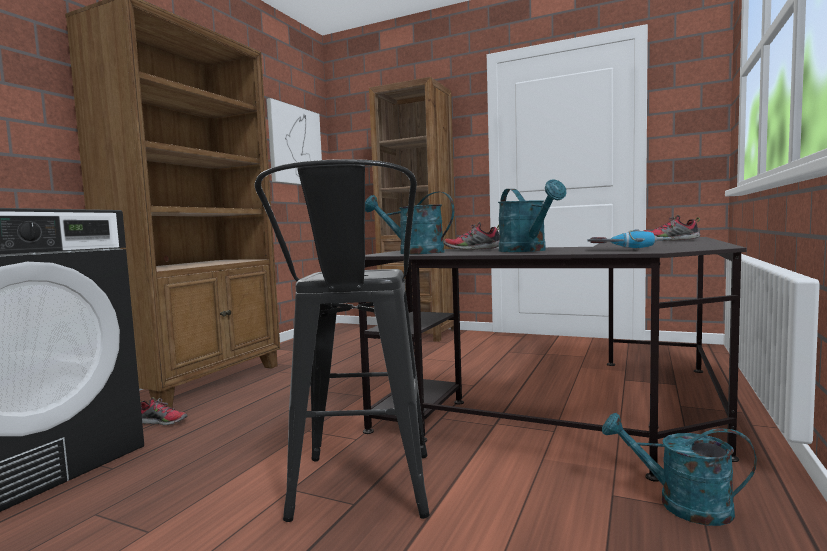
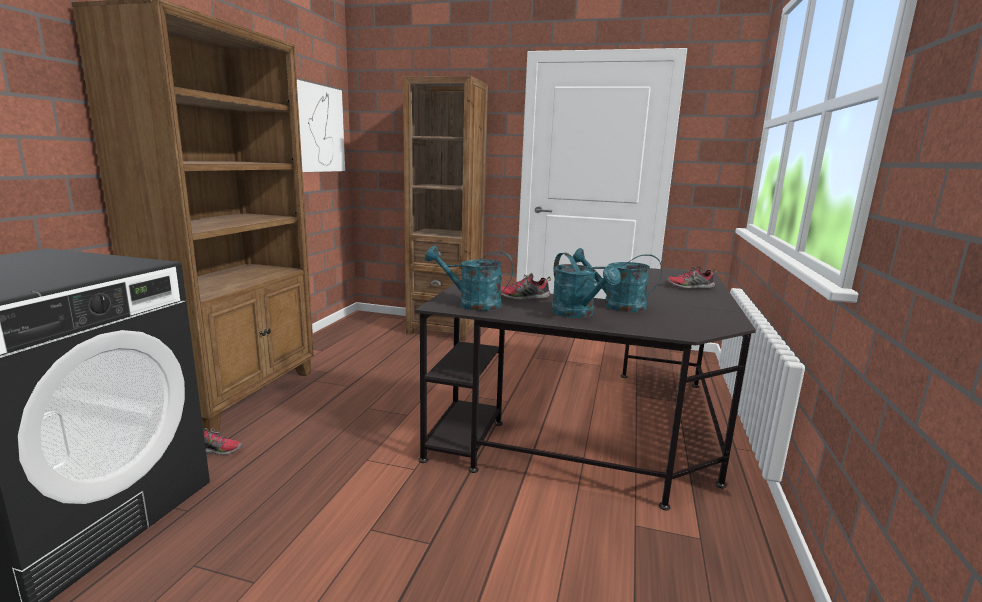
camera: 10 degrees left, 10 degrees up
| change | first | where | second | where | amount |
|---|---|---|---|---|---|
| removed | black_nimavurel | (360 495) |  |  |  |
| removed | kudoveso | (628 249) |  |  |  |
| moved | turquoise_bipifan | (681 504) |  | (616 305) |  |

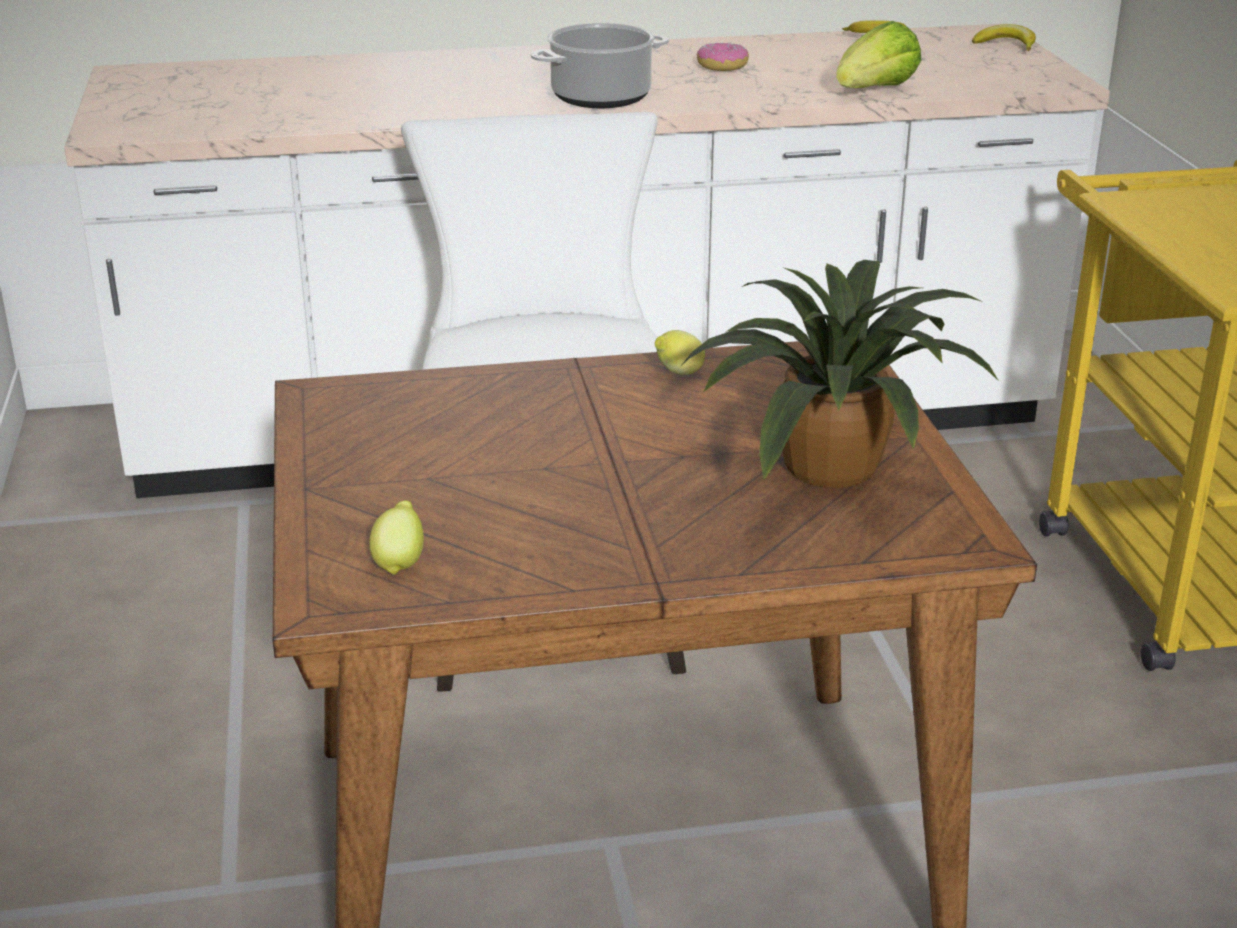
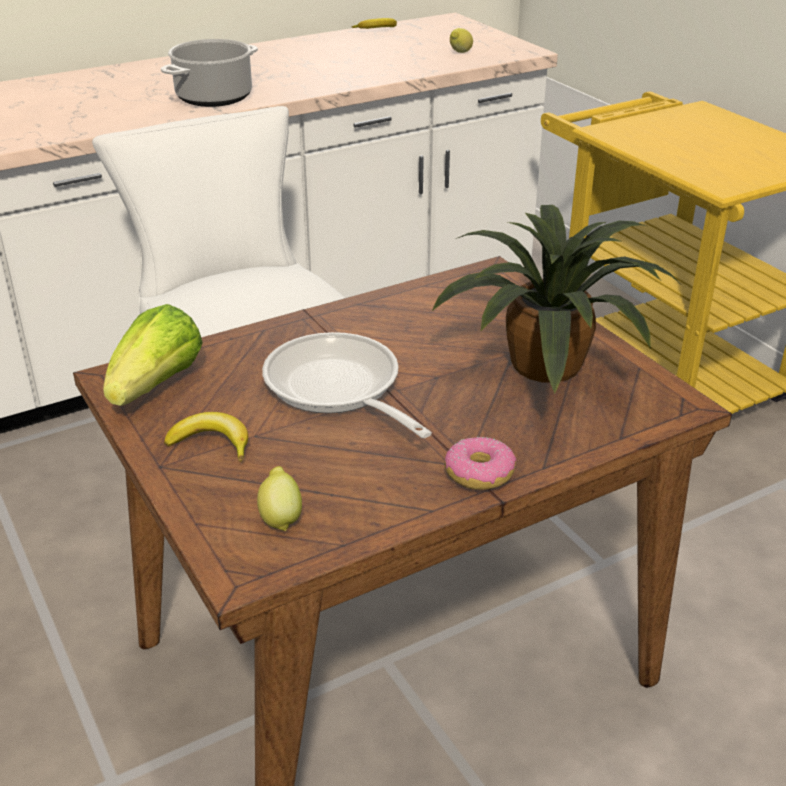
camera: 20 degrees left, 5 degrees up
| change | first | where | second | where | amount |
|---|---|---|---|---|---|
| added |  |  | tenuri | (338 389) |  |
| moved | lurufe | (678 374) |  | (460 53) |  |
| moved | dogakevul | (722 66) |  | (479 473) |  |
| moved | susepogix | (876 91) |  | (157 385) |  |
| moved | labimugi | (1006 45) |  | (212 443) |  |

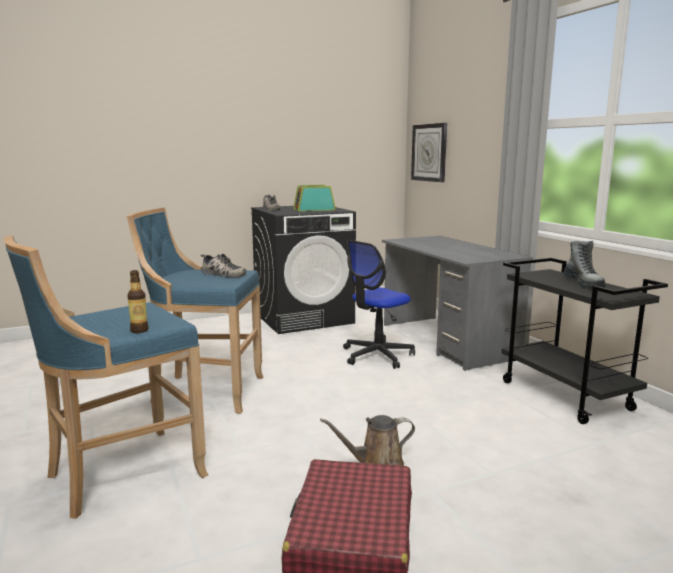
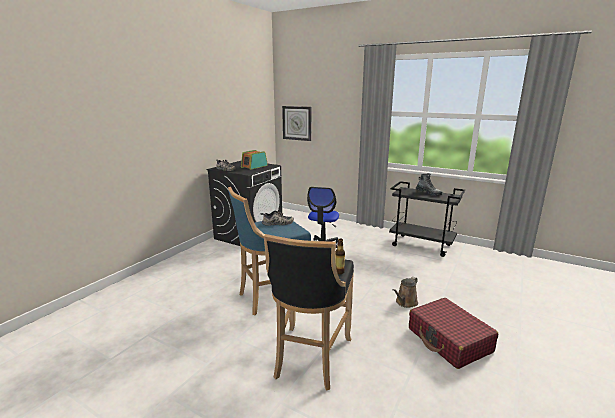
camera: 35 degrees left, 5 degrees up
| change | first | where | second | where | amount |
|---|---|---|---|---|---|
| removed | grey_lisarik | (447 341) |  |  |  |
| recoloured | blue_nimavurel | (120 475) | black_nimavurel | (310 358) |  |

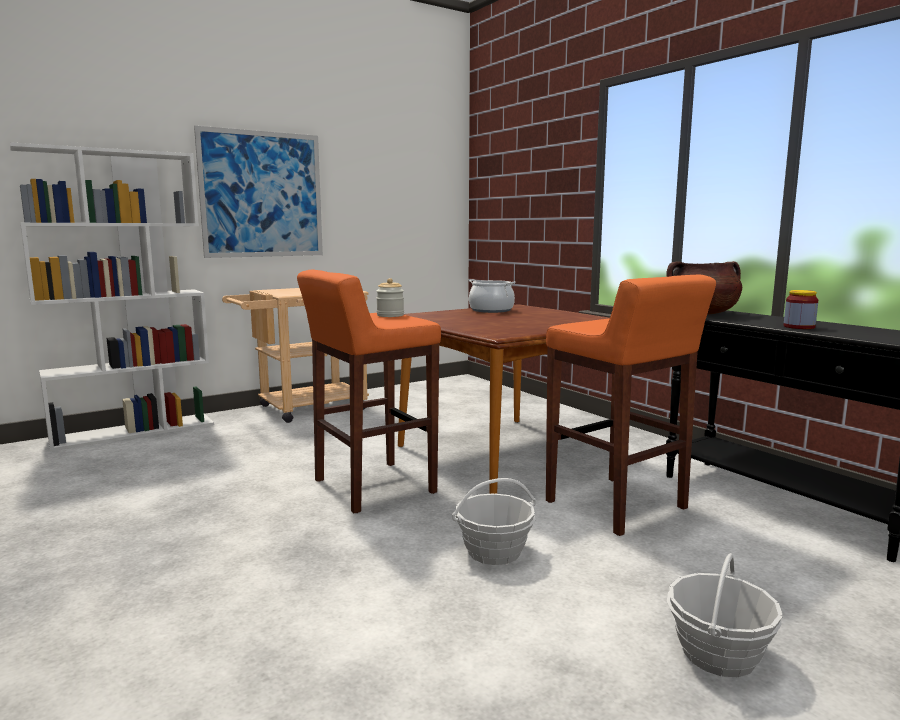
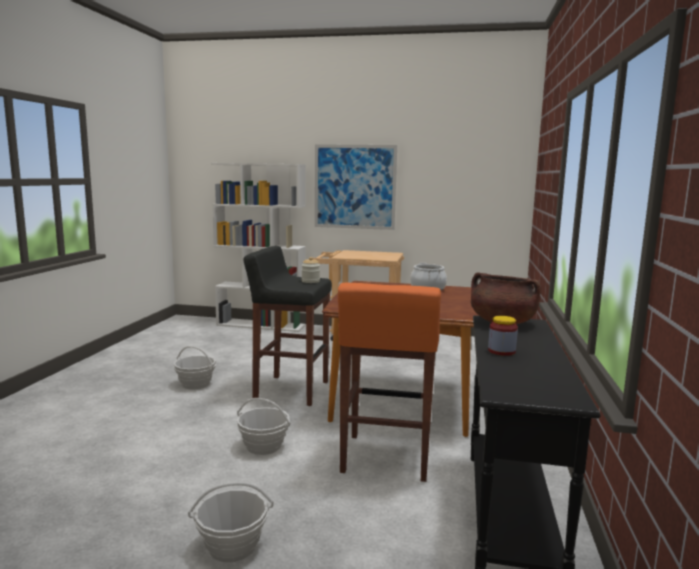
camera: 45 degrees right, 0 degrees up
| change | first | where | second | where | amount |
|---|---|---|---|---|---|
| added |  |  | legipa | (195 384) |  |
| recoloured | orange_nimavurel | (372 487) | black_nimavurel | (290 390) |  |

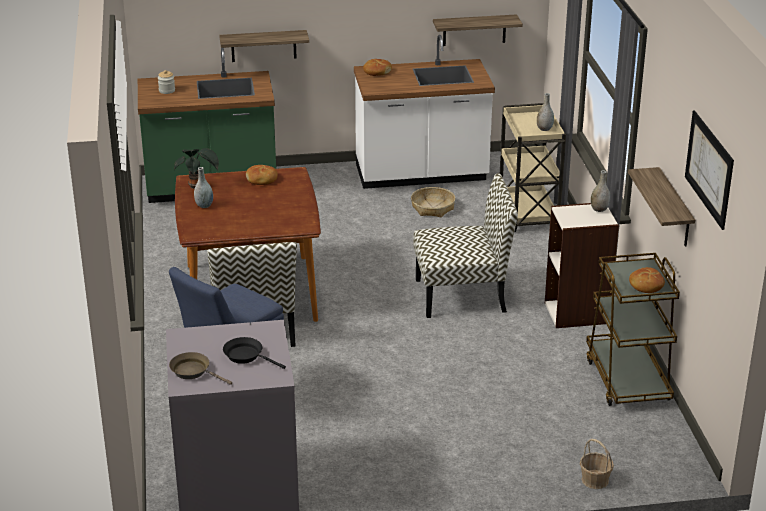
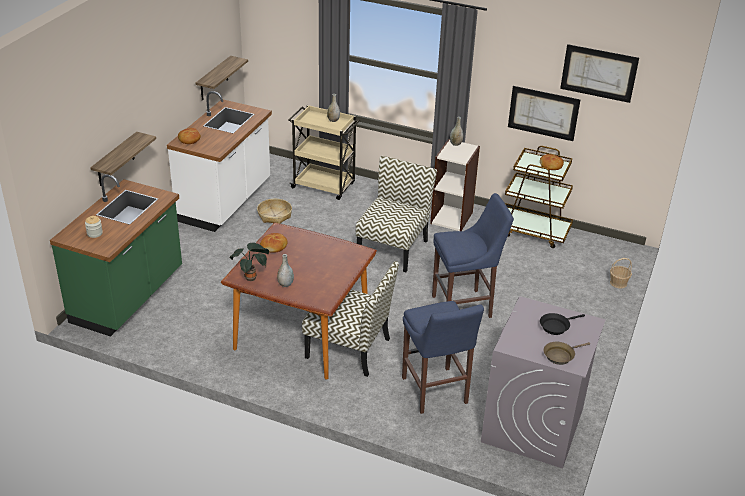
camera: 60 degrees left, 5 degrees up
| change | first | where | second | where | amount |
|---|---|---|---|---|---|
| added |  |  | blue_nimavurel | (465 306) |  |
| replaced | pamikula | (675 209) | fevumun | (543 113) |  |

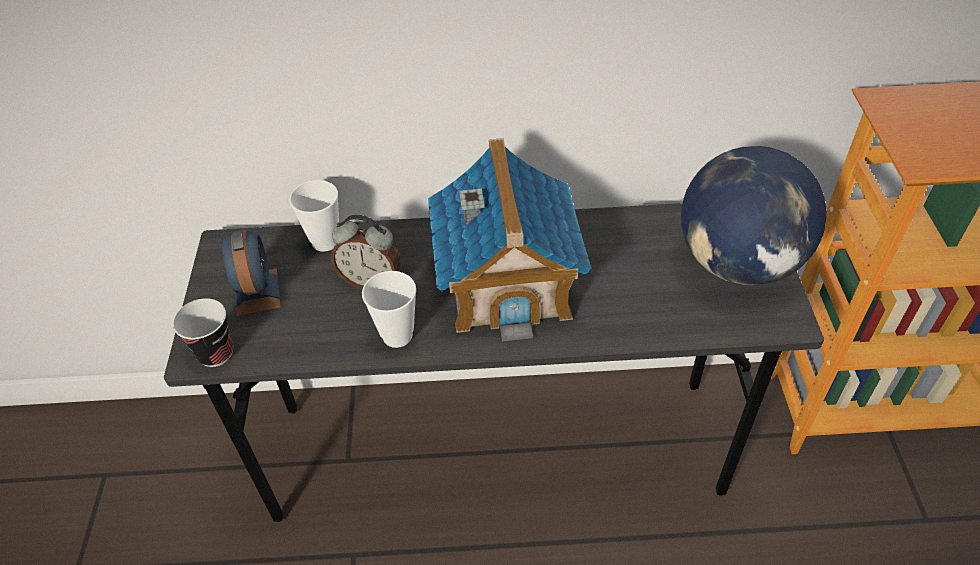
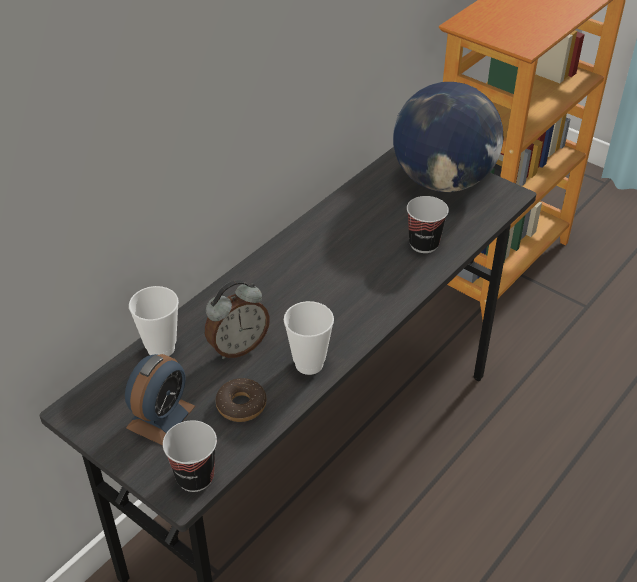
camera: 50 degrees left, 5 degrees down
| change | first | where | second | where | amount |
|---|---|---|---|---|---|
| removed | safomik | (508 282) |  |  |  |
| added |  |  | dogakevul | (241 405) |  |
| added |  |  | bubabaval | (424 244) |  |
| turned | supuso | (257 292) |  | (161 417) | 90 degrees clockwise |

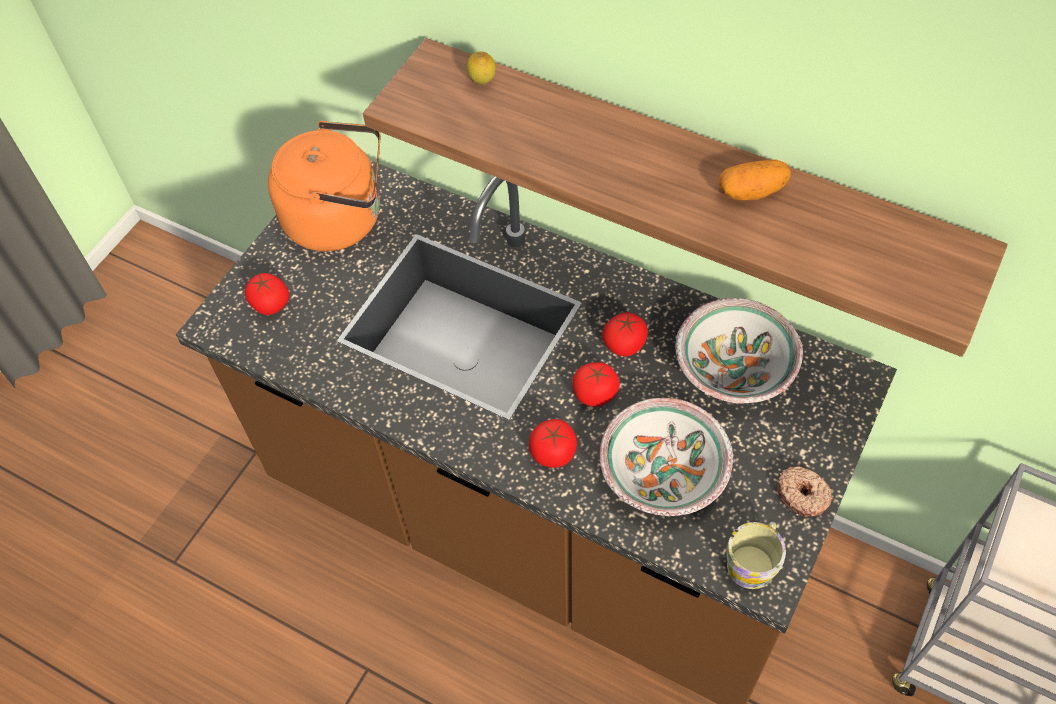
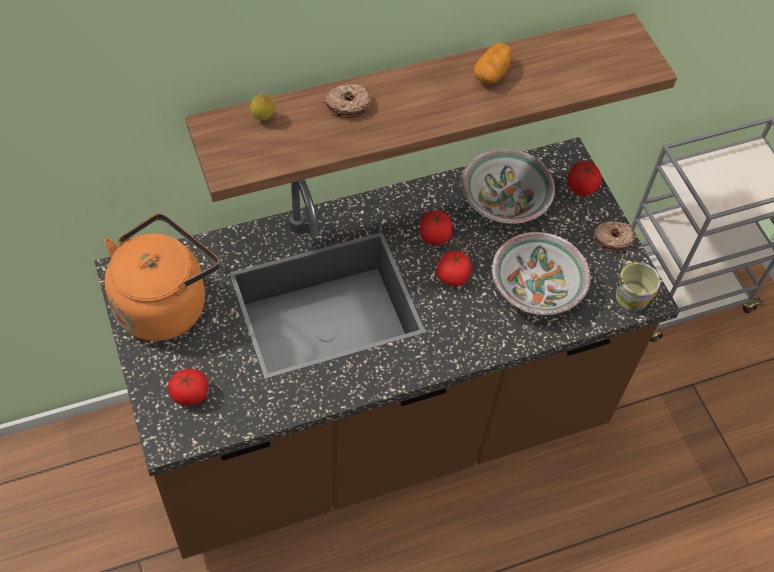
camera: 55 degrees left, 0 degrees up
| change | first | where | second | where | amount |
|---|---|---|---|---|---|
| added |  |  | dogakevul | (348 105) |  |
| moved | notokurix | (553 453) |  | (581 187) |  |

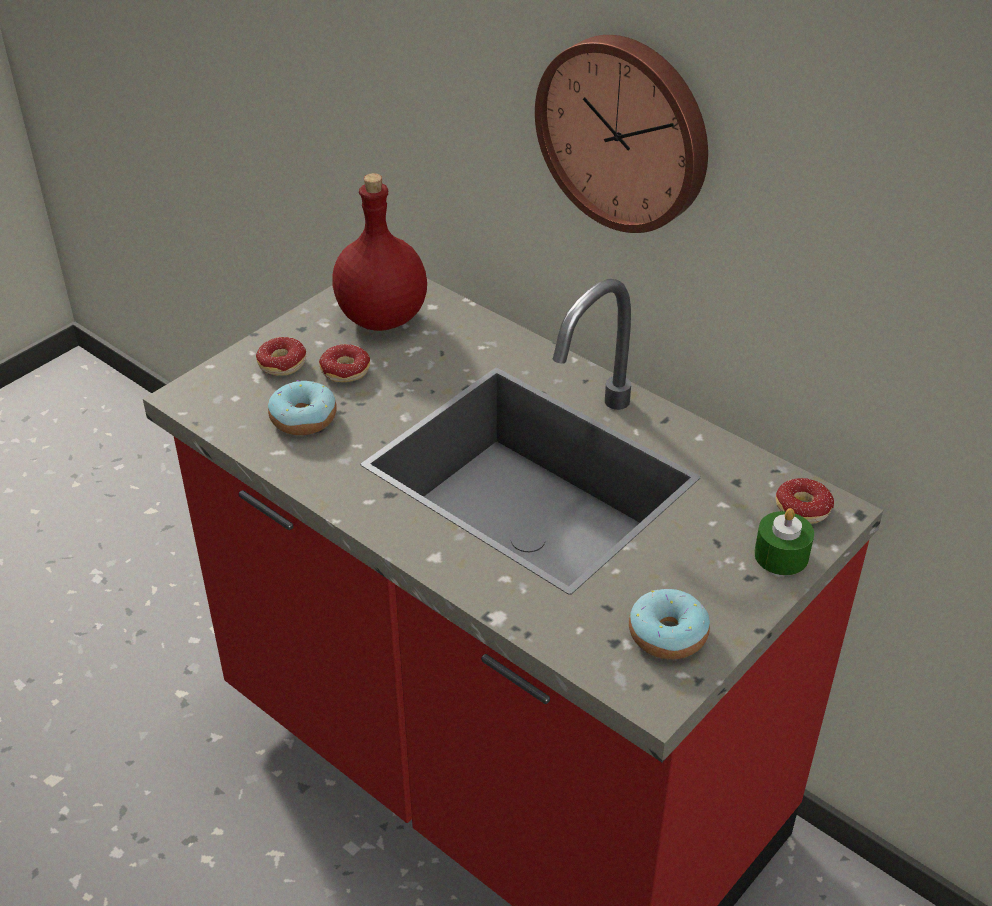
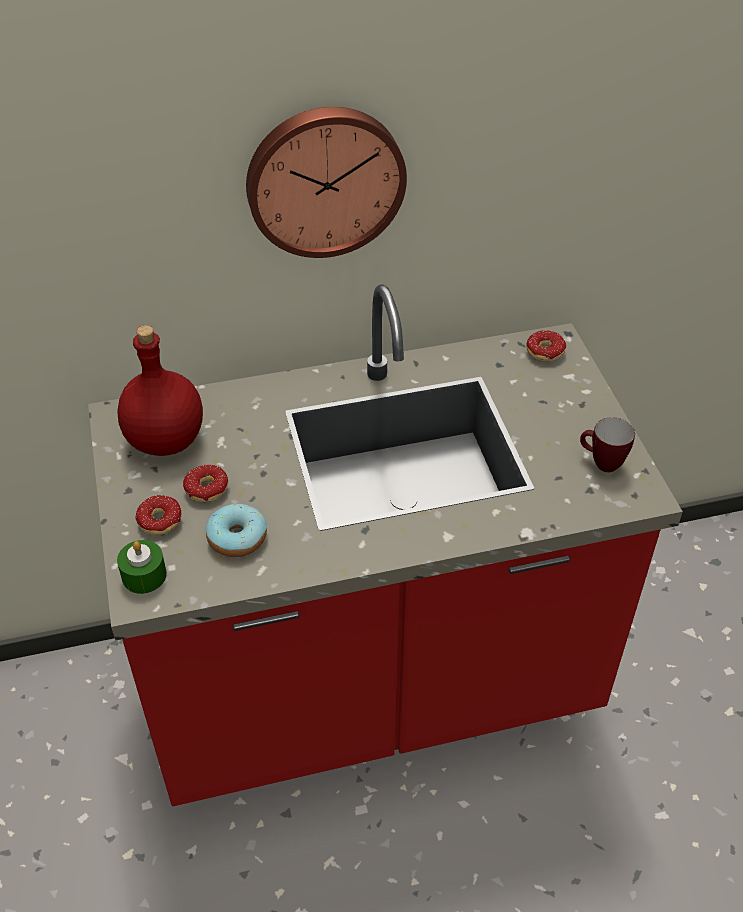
camera: 55 degrees left, 5 degrees up
| change | first | where | second | where | amount |
|---|---|---|---|---|---|
| moved | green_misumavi | (781 555) |  | (144 575) |  |
| replaced | dogakevul | (667 634) | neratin | (600 463) |  |

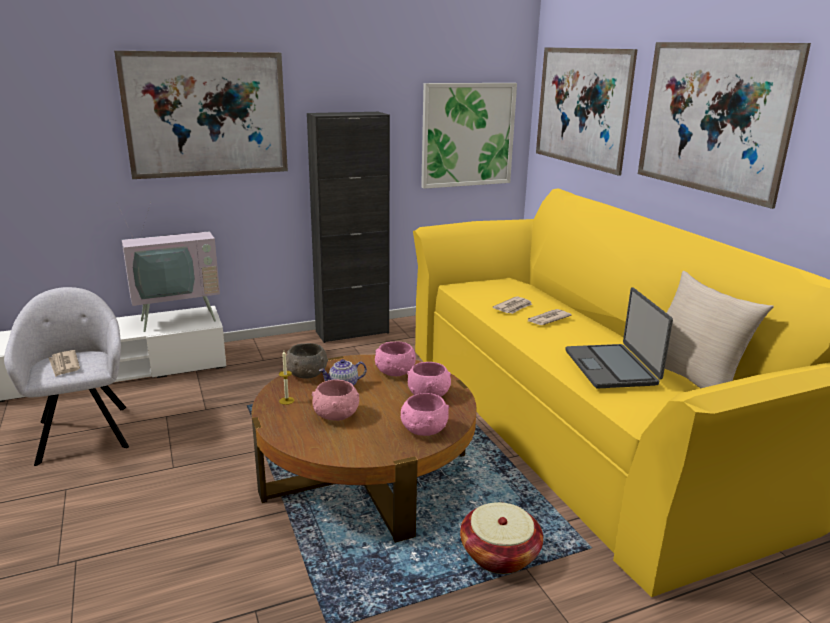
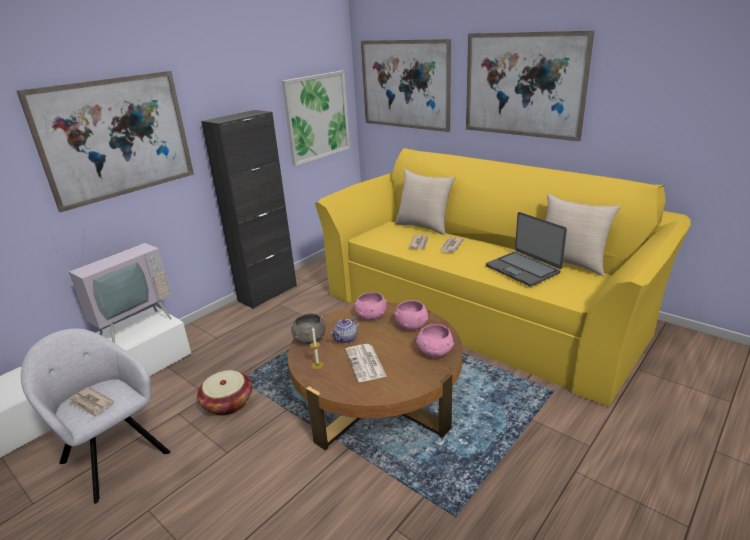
camera: 25 degrees left, 5 degrees up
| change | first | where | second | where | amount |
|---|---|---|---|---|---|
| added |  |  | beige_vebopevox | (424 226) |  |
| moved | legipa | (499 554) |  | (228 403) |  |
| replaced | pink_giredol | (336 415) | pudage | (366 363) |  |

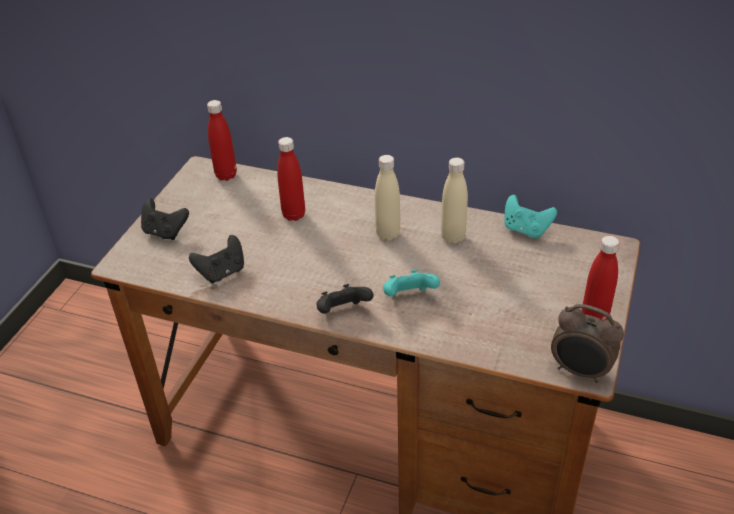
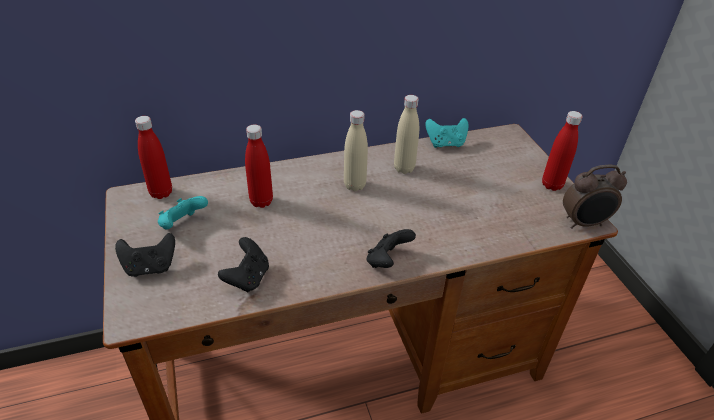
camera: 40 degrees left, 0 degrees up
| change | first | where | second | where | amount |
|---|---|---|---|---|---|
| moved | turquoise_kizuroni | (409 297) |  | (183 225) |  |

